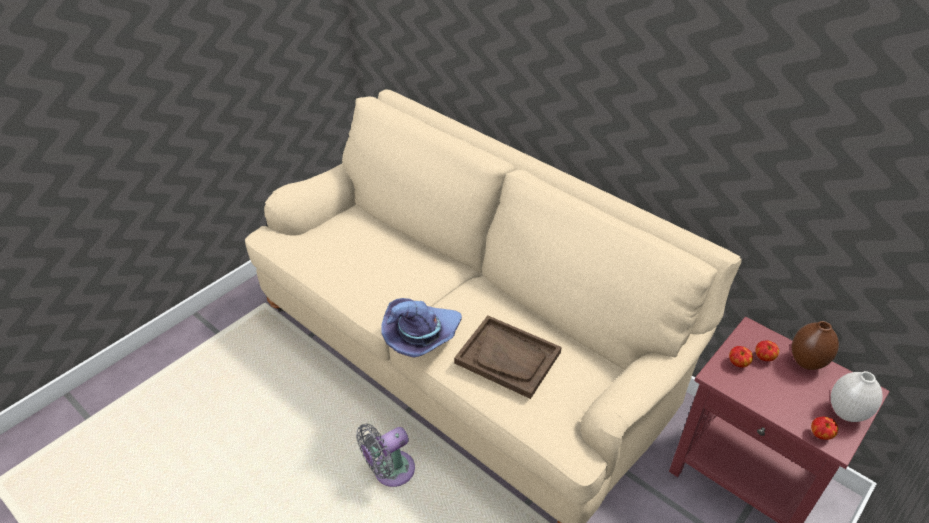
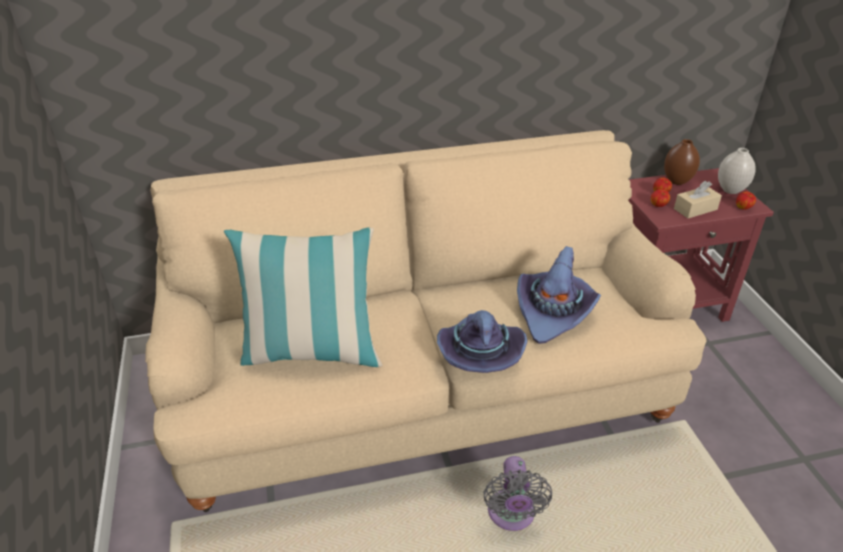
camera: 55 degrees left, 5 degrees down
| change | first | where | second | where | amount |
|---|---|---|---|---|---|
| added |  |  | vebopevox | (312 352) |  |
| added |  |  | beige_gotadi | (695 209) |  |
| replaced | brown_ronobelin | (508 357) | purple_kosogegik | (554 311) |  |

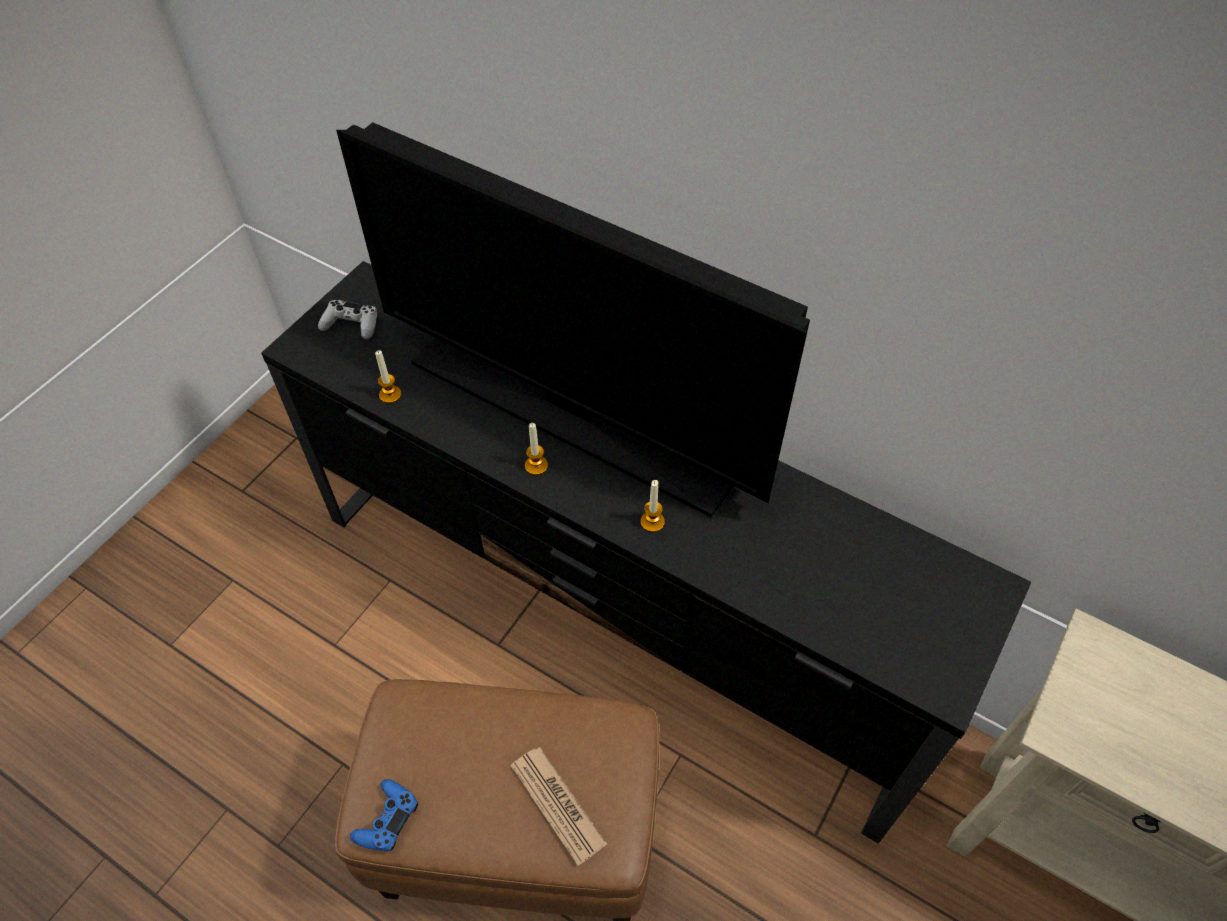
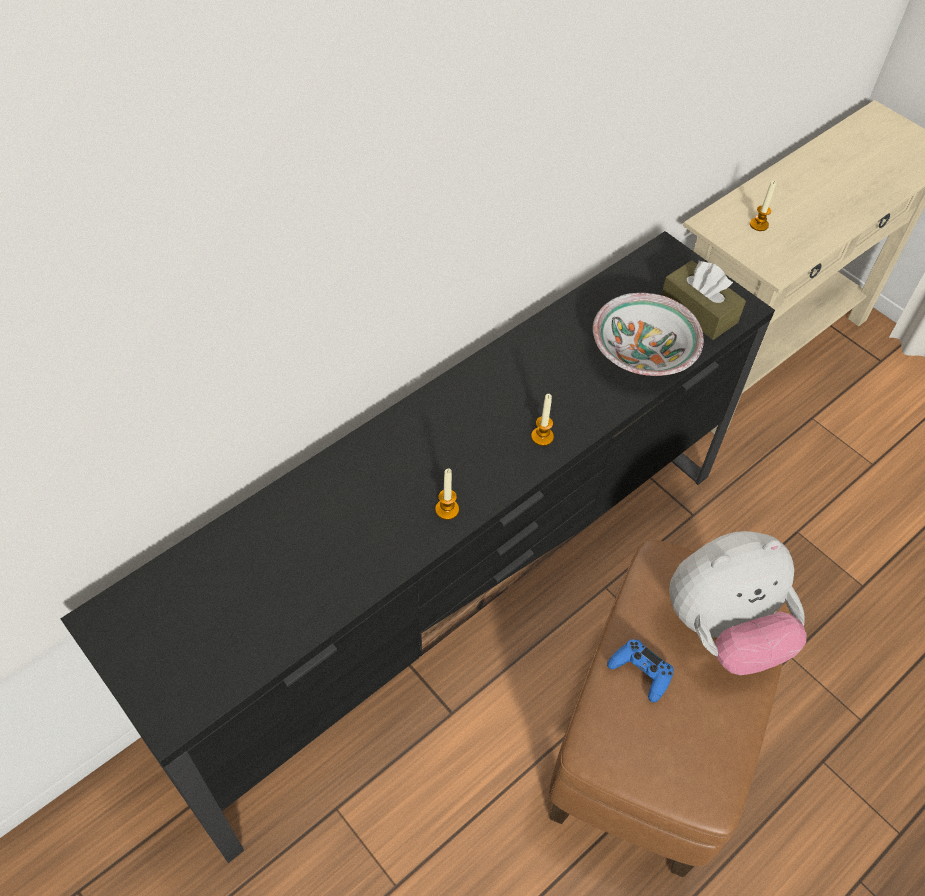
camera: 75 degrees left, 0 degrees up
| change | first | where | second | where | amount |
|---|---|---|---|---|---|
| removed | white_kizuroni | (351 324) |  |  |  |
| removed | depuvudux | (573 416) |  |  |  |
| added |  |  | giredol | (644 353) |  |
| added |  |  | brown_gotadi | (698 310) |  |
| moved | blue_kizuroni | (387 819) |  | (640 672) |  |
| moved | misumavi | (390 395) |  | (759 225) |  |
| replaced | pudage | (558 805) | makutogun | (724 629) |  |

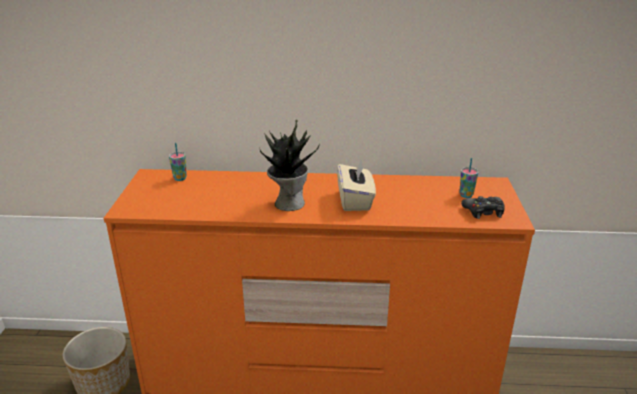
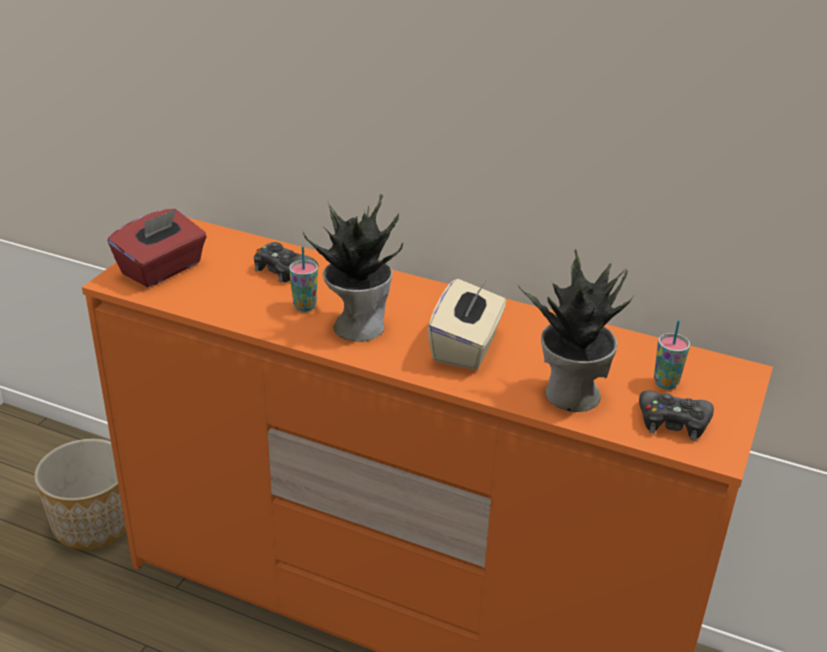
camera: 20 degrees right, 5 degrees up
| change | first | where | second | where | amount |
|---|---|---|---|---|---|
| added |  |  | red_gotadi | (162 269) |  |
| added |  |  | black_kizuroni | (283 269) |  |
| added |  |  | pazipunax | (570 395) |  |
| moved | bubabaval | (180 178) |  | (305 306) |  |

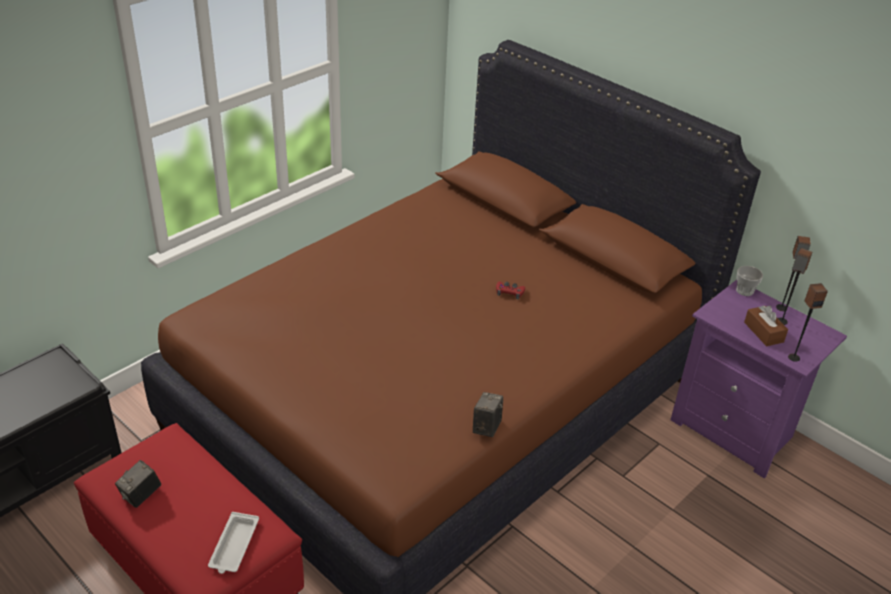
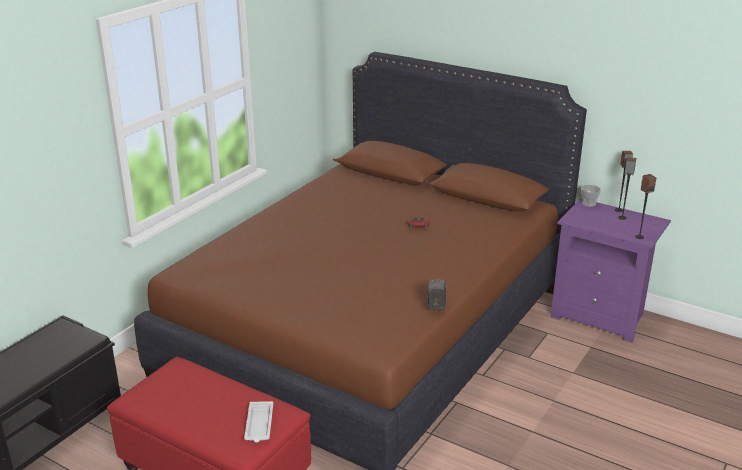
camera: 10 degrees left, 10 degrees down
| change | first | where | second | where | amount |
|---|---|---|---|---|---|
| removed | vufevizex | (141 496) |  |  |  |
| removed | brown_gotadi | (763 332) |  |  |  |

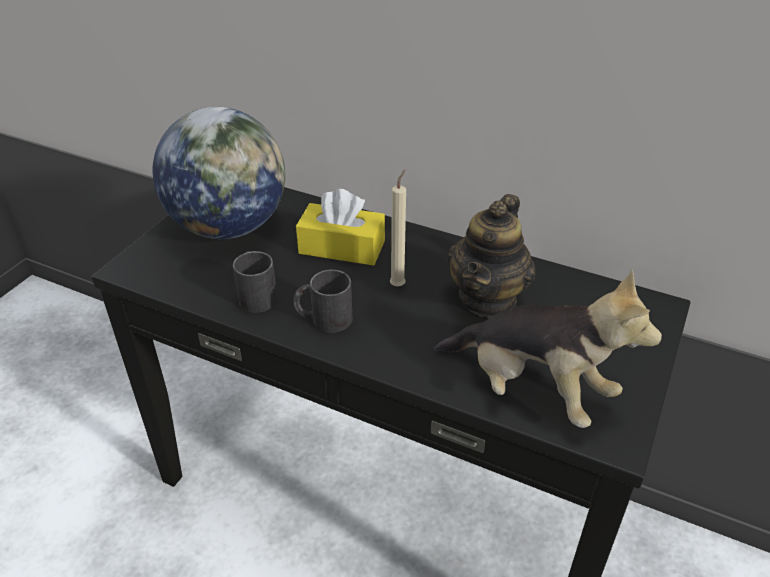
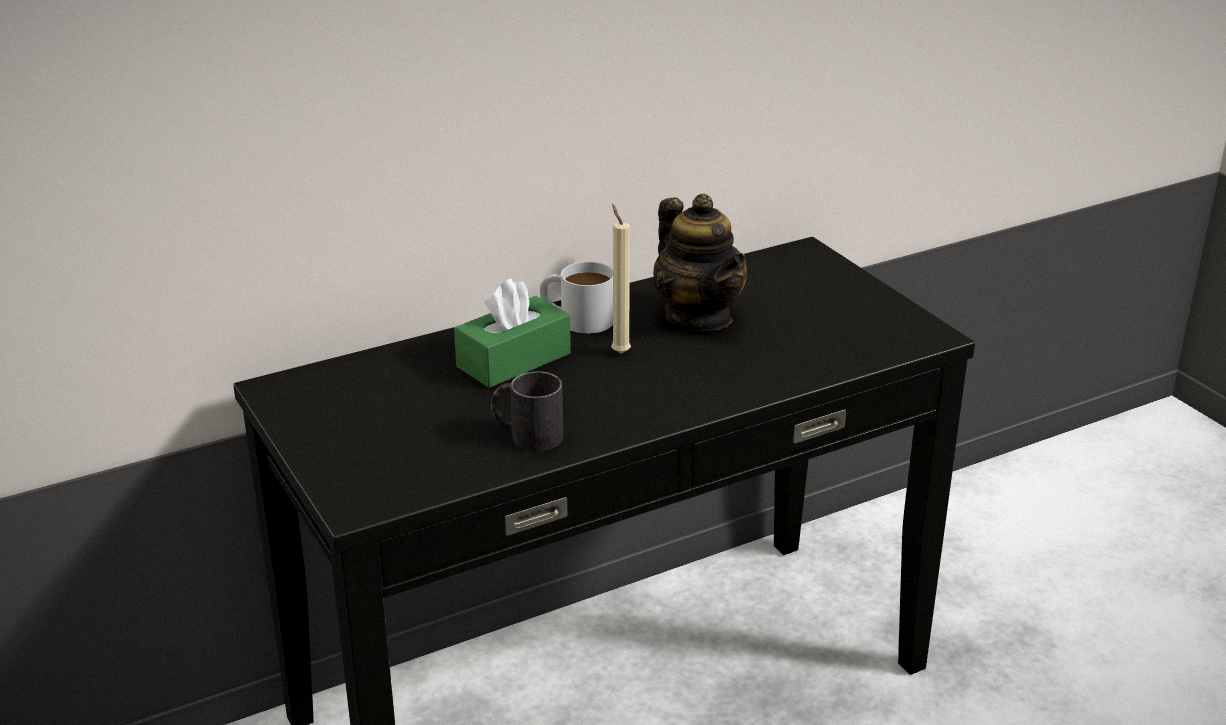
camera: 55 degrees left, 10 degrees down
| change | first | where | second | where | amount |
|---|---|---|---|---|---|
| removed | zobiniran | (229 227) |  |  |  |
| removed | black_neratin | (323 319) |  |  |  |
| removed | makutogun | (532 390) |  |  |  |
| added |  |  | white_neratin | (577 319) |  |
| recoloured | yellow_gotadi | (342 247) | green_gotadi | (513 360) |  |

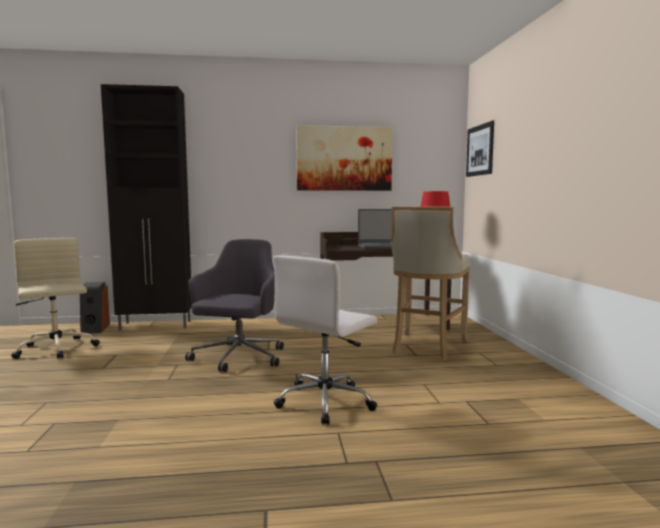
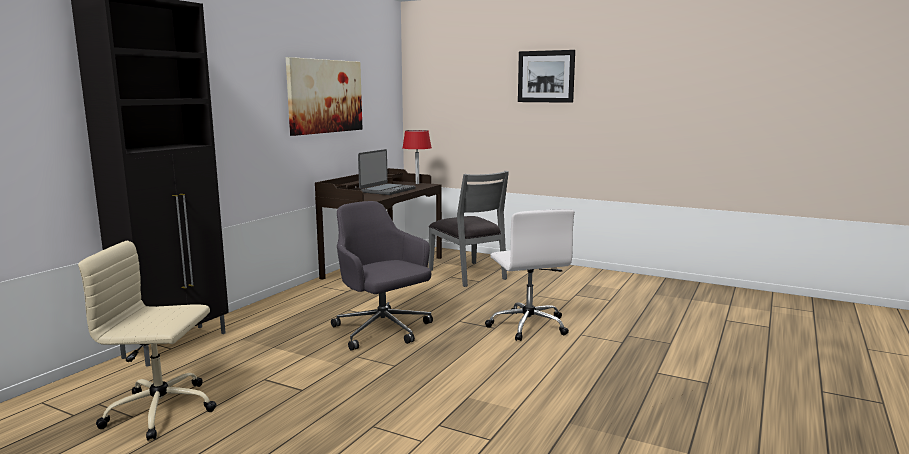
camera: 55 degrees left, 5 degrees up
| change | first | where | second | where | amount |
|---|---|---|---|---|---|
| removed | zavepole | (94 328) |  |  |  |
| moved | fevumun | (480 150) |  | (546 76) |  |
| replaced | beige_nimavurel | (426 347) | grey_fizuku | (468 274) |  |

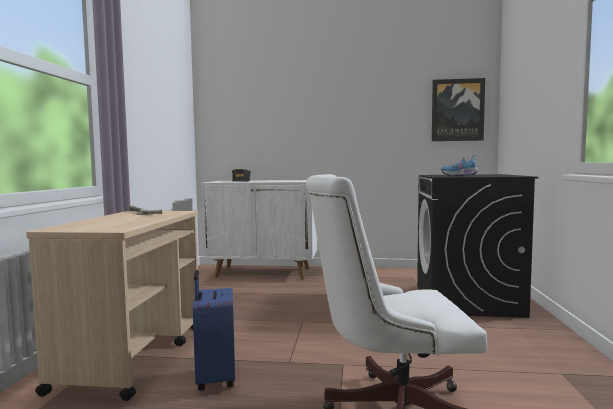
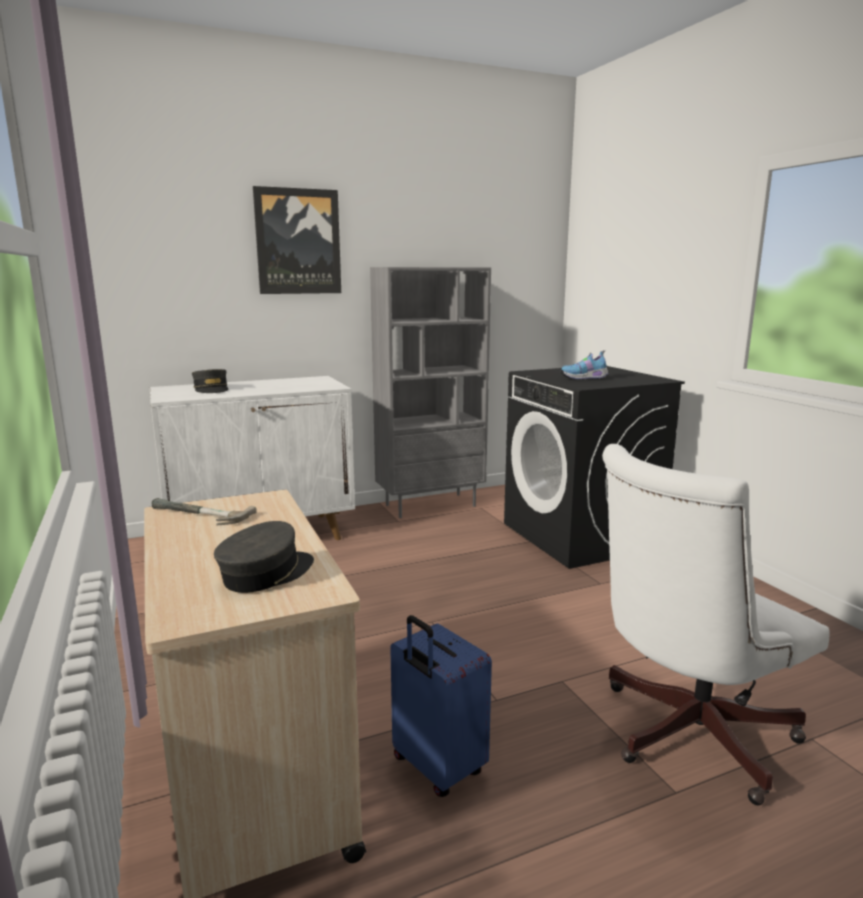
camera: 30 degrees left, 10 degrees up
| change | first | where | second | where | amount |
|---|---|---|---|---|---|
| added |  |  | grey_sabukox | (266 573) |  |
| added |  |  | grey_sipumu | (430 505) |  |
| moved | fevumun | (457 110) |  | (298 242) |  |

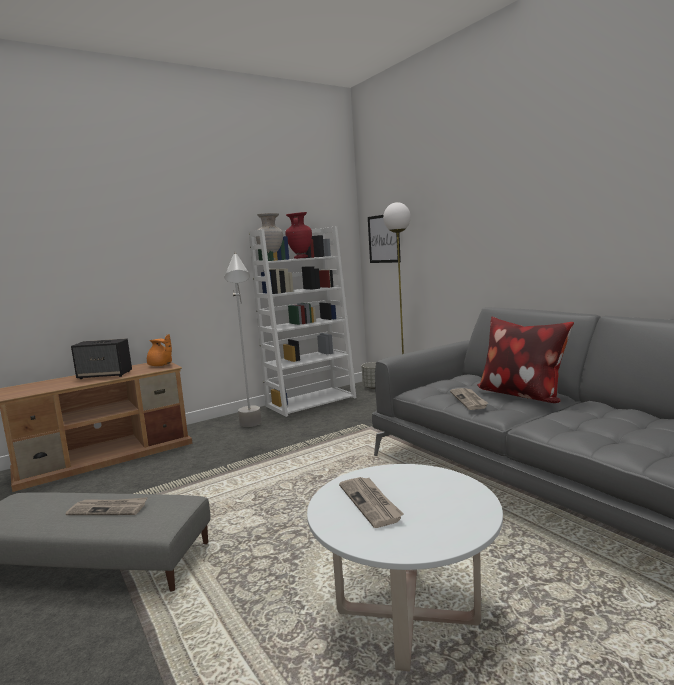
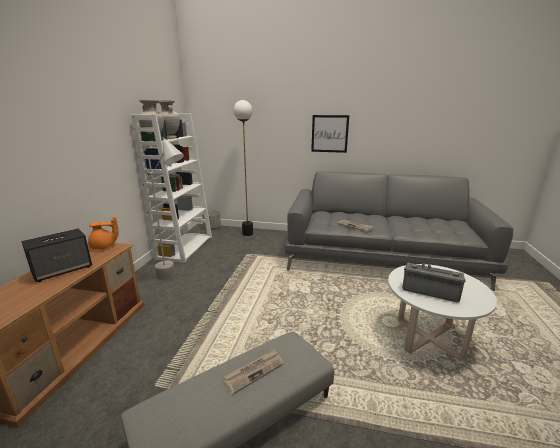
camera: 45 degrees left, 10 degrees up
| change | first | where | second | where | amount |
|---|---|---|---|---|---|
| removed | vebopevox | (521 395) |  |  |  |
| moved | fevumun | (384 238) |  | (329 133) |  |
| replaced | pudage | (371 503) | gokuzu | (430 291) |  |
| recoloured | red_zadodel | (300 258) | beige_zadodel | (170 138) |  |

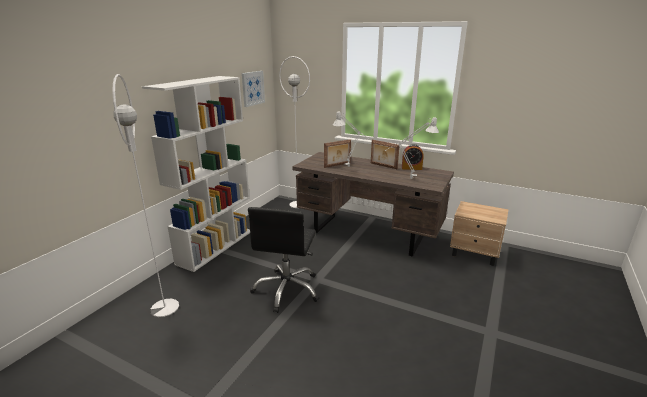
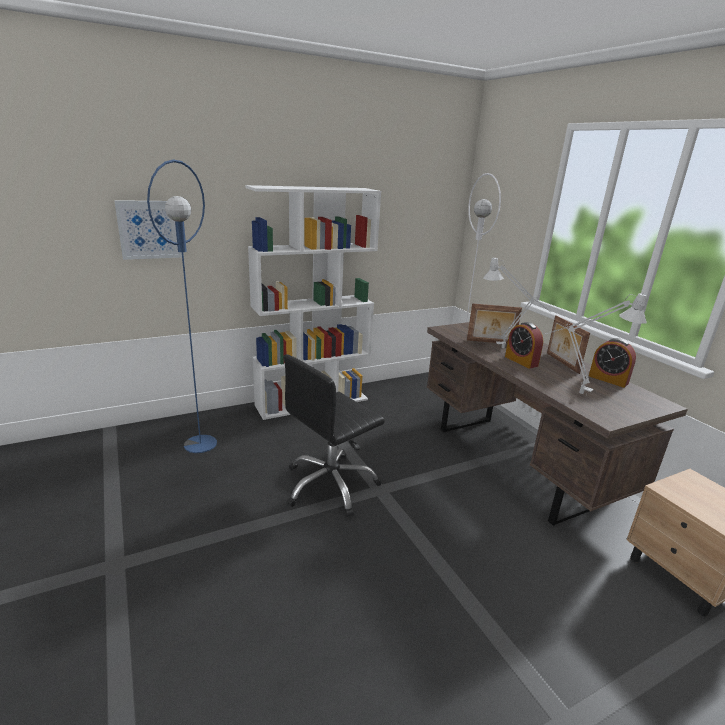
camera: 35 degrees right, 0 degrees up
| change | first | where | second | where | amount |
|---|---|---|---|---|---|
| added |  |  | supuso | (521 361) |  |
| moved | fevumun | (252 88) |  | (149 229) |  |
| recoloured | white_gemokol | (164 307) | blue_gemokol | (200 444) |  |

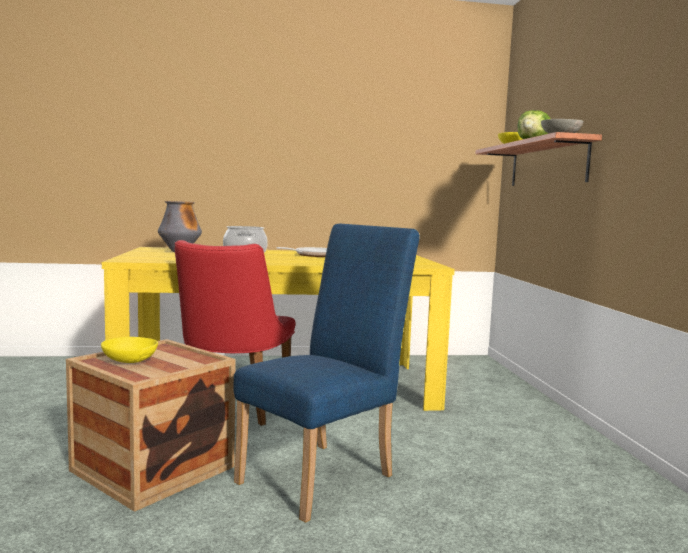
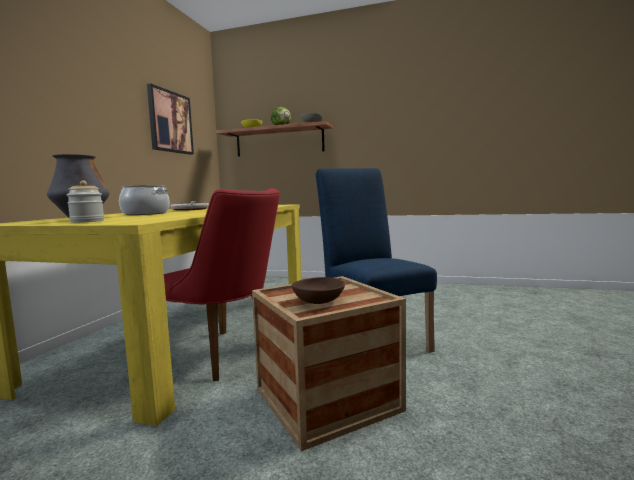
camera: 65 degrees left, 0 degrees up
| change | first | where | second | where | amount |
|---|---|---|---|---|---|
| added |  |  | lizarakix | (87 221) |  |
| added |  |  | fevumun | (170 122) |  |
| recoloured | yellow_giredol | (130 361) | brown_giredol | (318 302) |  |

